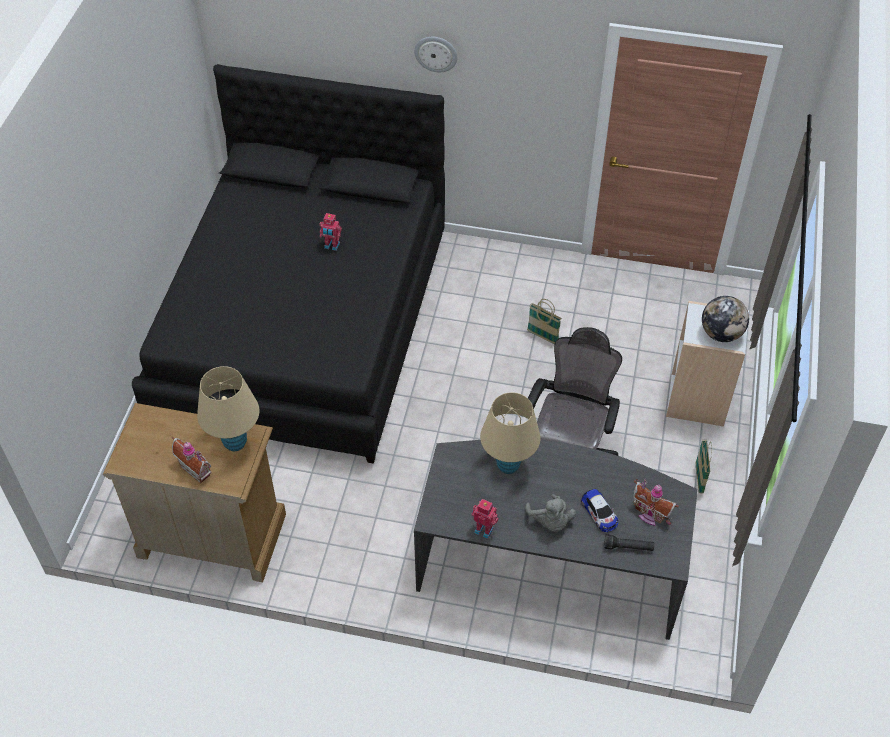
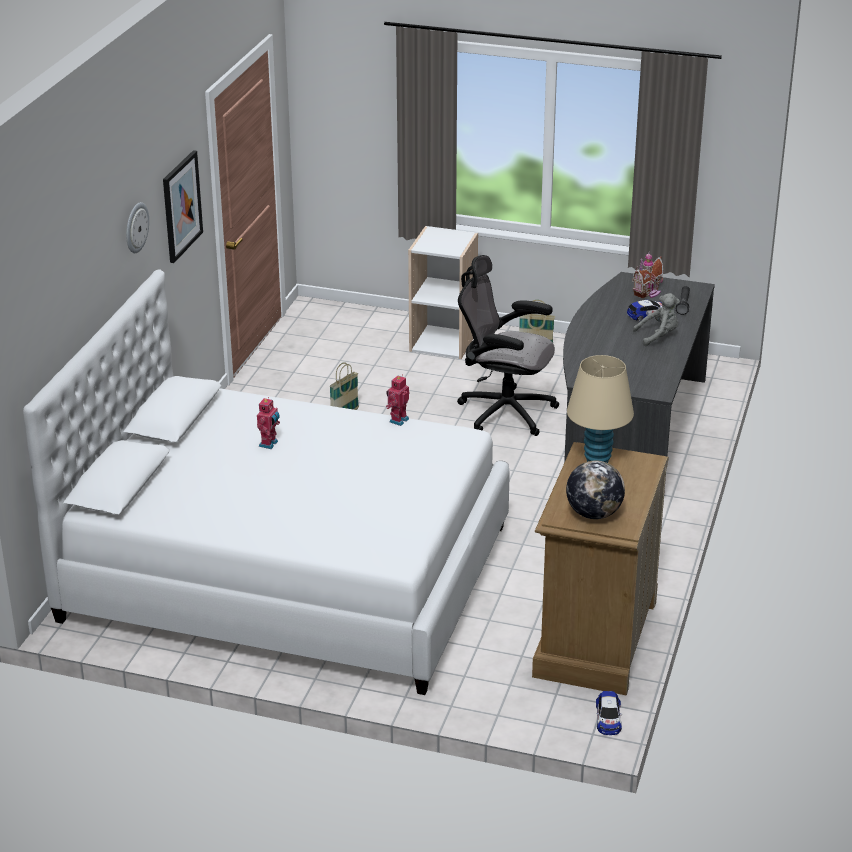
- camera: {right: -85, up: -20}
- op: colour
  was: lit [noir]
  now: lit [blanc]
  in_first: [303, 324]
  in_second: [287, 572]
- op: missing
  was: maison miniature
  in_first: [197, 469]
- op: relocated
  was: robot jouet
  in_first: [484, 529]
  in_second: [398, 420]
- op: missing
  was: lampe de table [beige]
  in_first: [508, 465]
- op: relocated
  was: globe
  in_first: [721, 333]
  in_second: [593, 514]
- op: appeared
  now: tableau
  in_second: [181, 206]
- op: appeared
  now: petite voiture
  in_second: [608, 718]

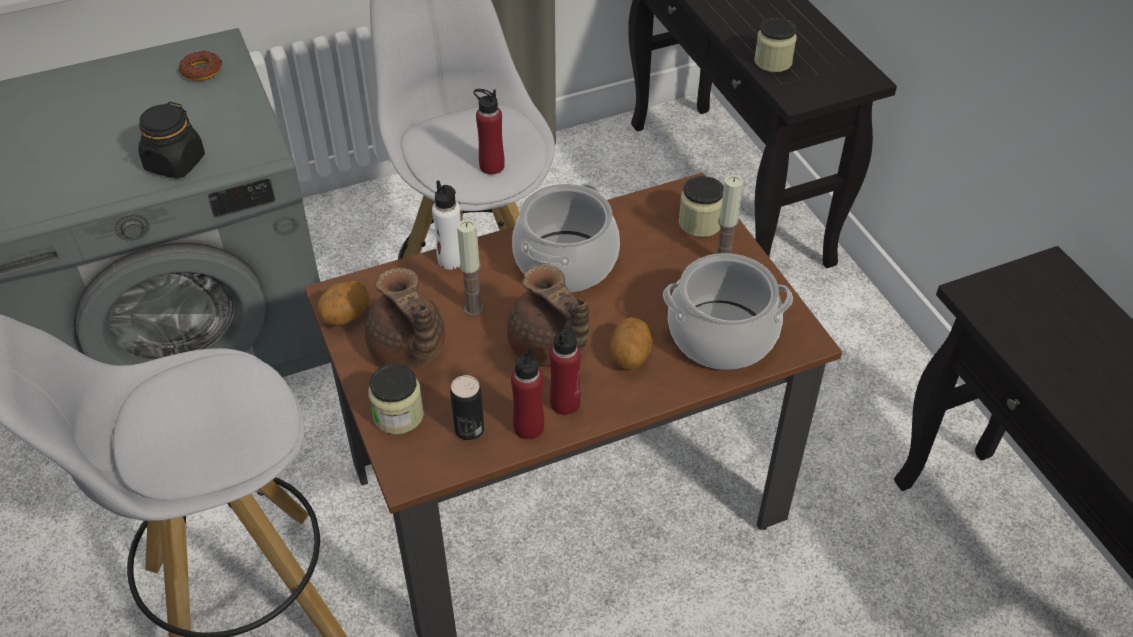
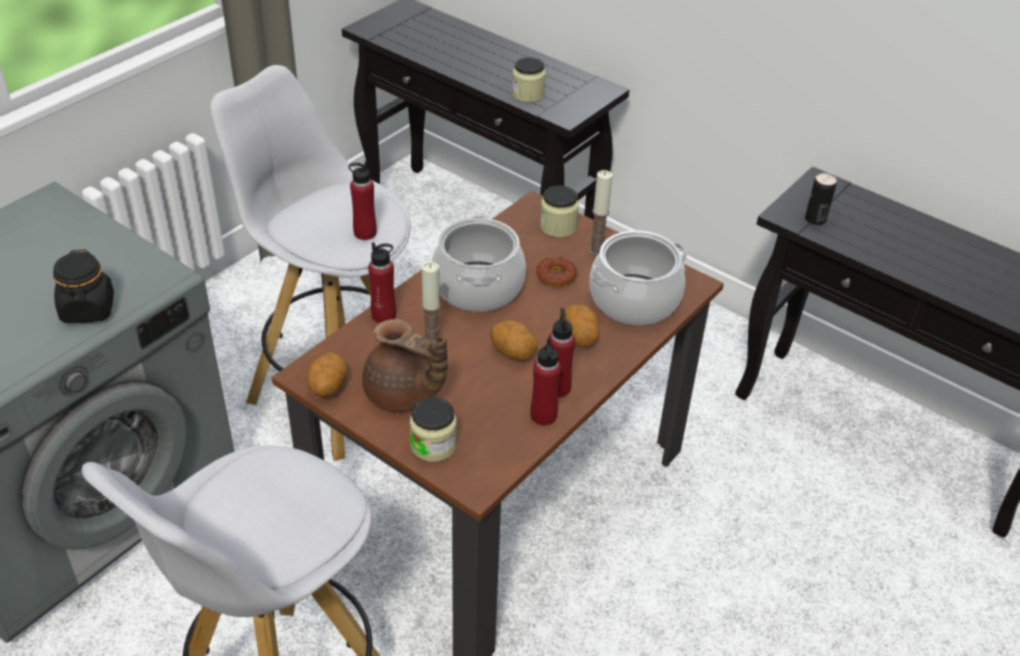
- camera: {right: -30, up: -5}
- op: relocated
  was: beignet
  in_first: [202, 70]
  in_second: [556, 276]
- op: colour
  was: bouteille [blanc]
  now: bouteille [rouge]
  in_first: [451, 260]
  in_second: [384, 315]
- op: relocated
  was: boîte métallique
  in_first: [469, 429]
  in_second: [815, 219]
- op: exchanged
  was: théière [marron]
  now: pomme de terre
  in_first: [549, 347]
  in_second: [513, 353]

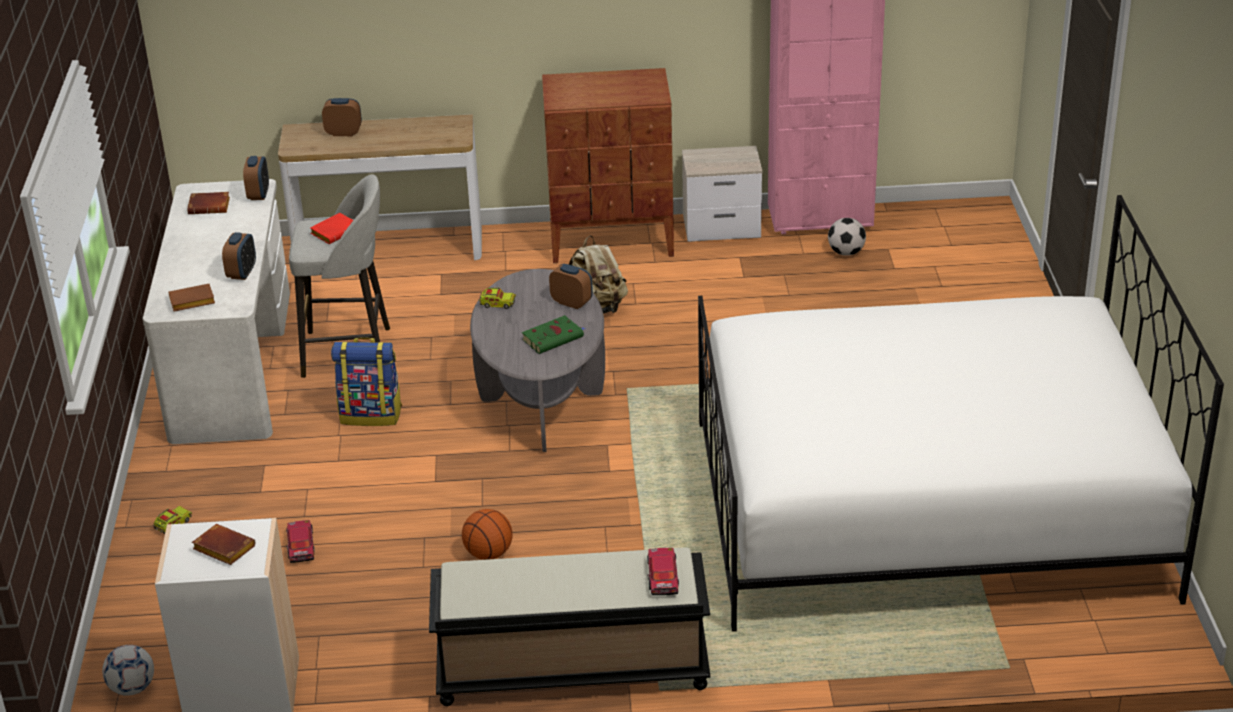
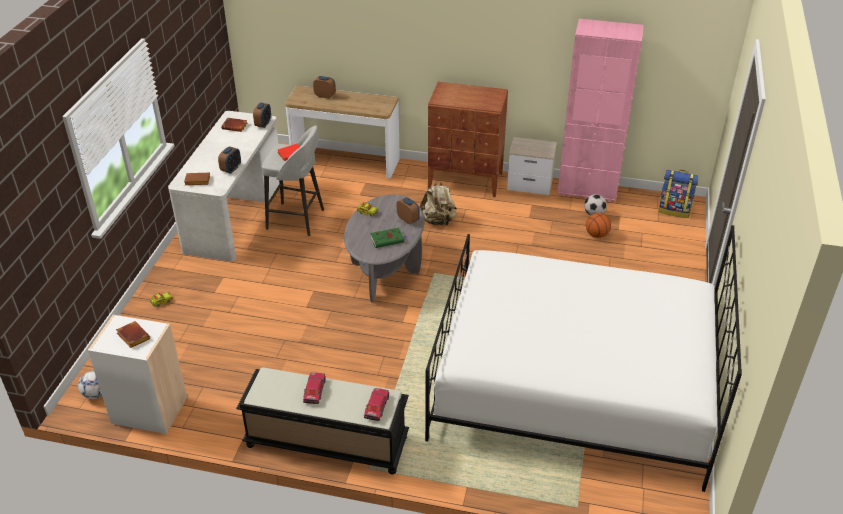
- camera: {right: 15, up: 5}
- op: relocated
  was: petite voiture
  in_first: [300, 547]
  in_second: [314, 391]
- op: relocated
  was: sac à dos
  in_first: [371, 414]
  in_second: [674, 210]
- op: relocated
  was: ballon de basket
  in_first: [488, 554]
  in_second: [596, 235]

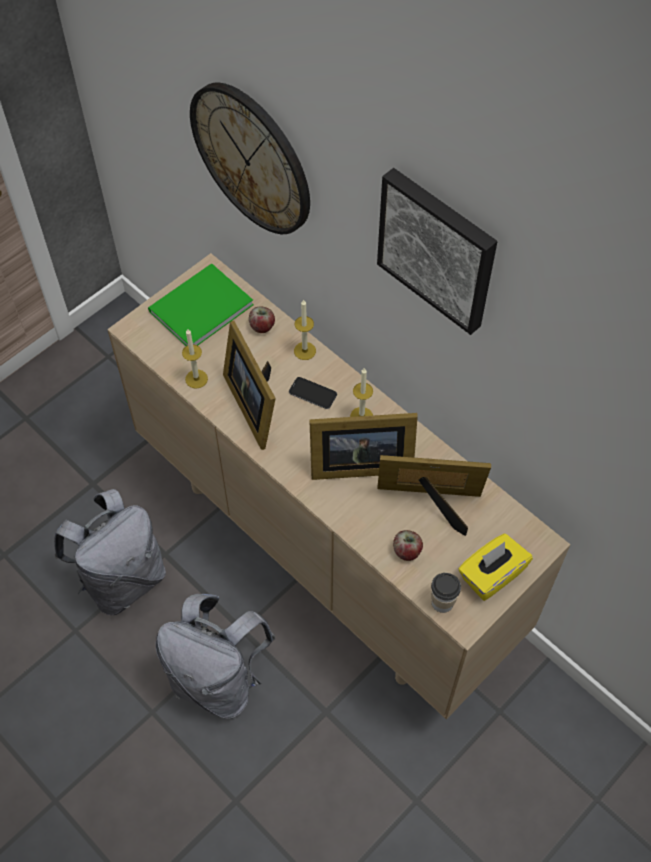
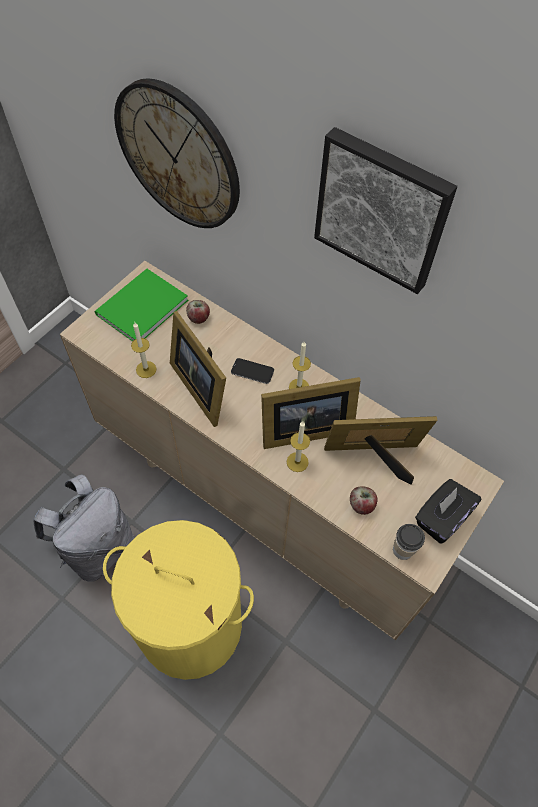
- camera: {right: -10, up: 0}
- op: exchanged
  was: sac à dos [gris]
  now: panier à linge [jaune]
  in_first: [219, 678]
  in_second: [191, 624]
- op: relocated
  was: bougie
  in_first: [304, 351]
  in_second: [297, 462]
- op: colour
  was: boîte à mouchoirs [jaune]
  now: boîte à mouchoirs [noir]
  in_first: [491, 575]
  in_second: [441, 518]

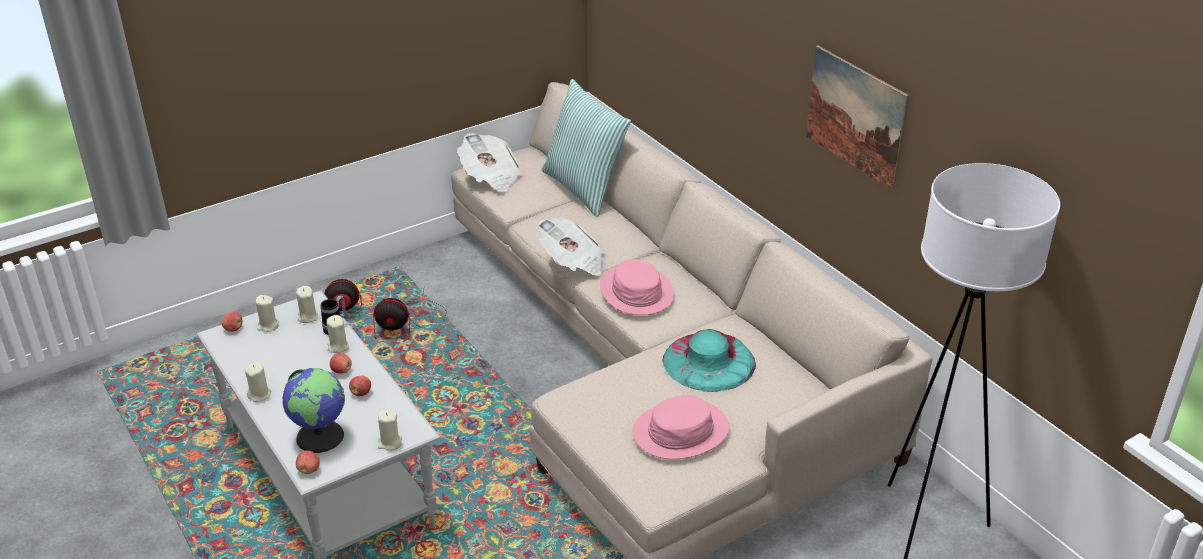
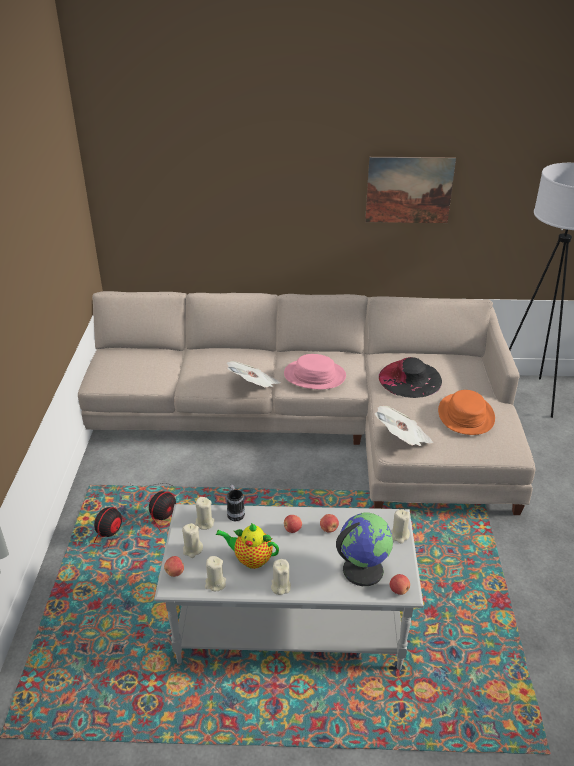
- camera: {right: -55, up: 0}
- op: relocated
  was: bougie [beige]
  in_first: [338, 346]
  in_second: [215, 583]
- op: relocated
  was: journal
  in_first: [490, 177]
  in_second: [402, 439]
- op: missing
  was: coussin
  in_first: [584, 189]
- op: colour
  was: chapeau [rose]
  now: chapeau [orange]
  in_first: [680, 431]
  in_second: [465, 415]
- op: colour
  was: chapeau [turquoise]
  now: chapeau [noir]
  in_first: [709, 361]
  in_second: [410, 379]
- op: appeared
  now: théière
  in_second: [251, 559]

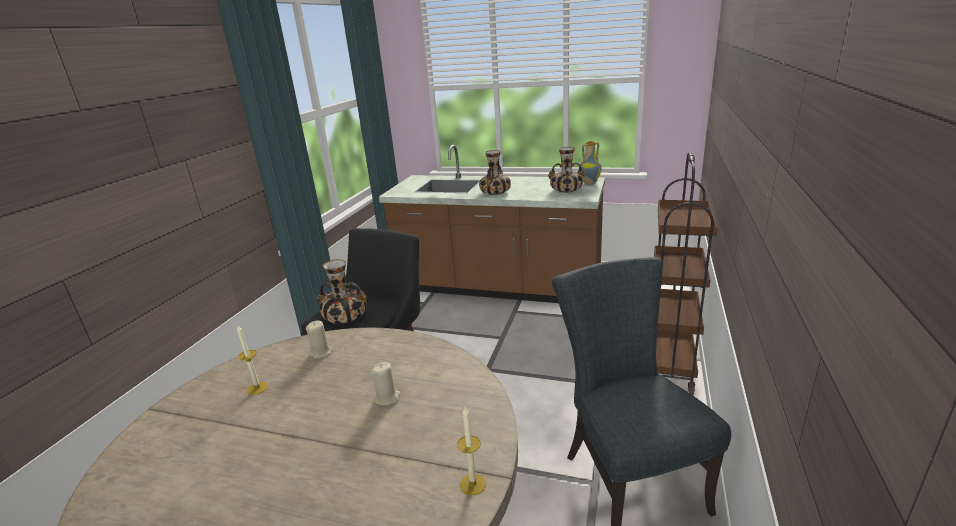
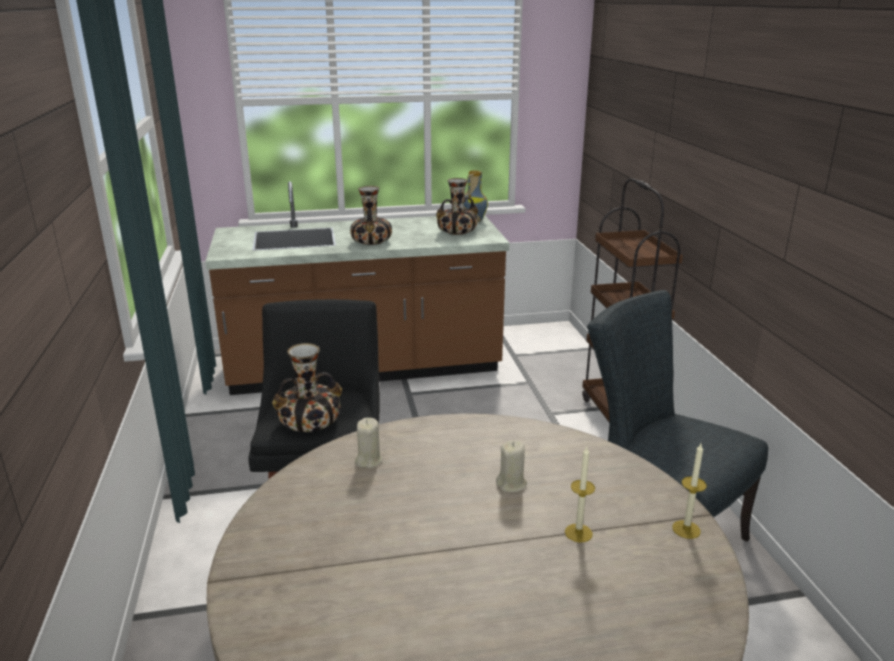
- camera: {right: -30, up: 0}
- op: relocated
  was: bougie
  in_first: [257, 388]
  in_second: [578, 533]

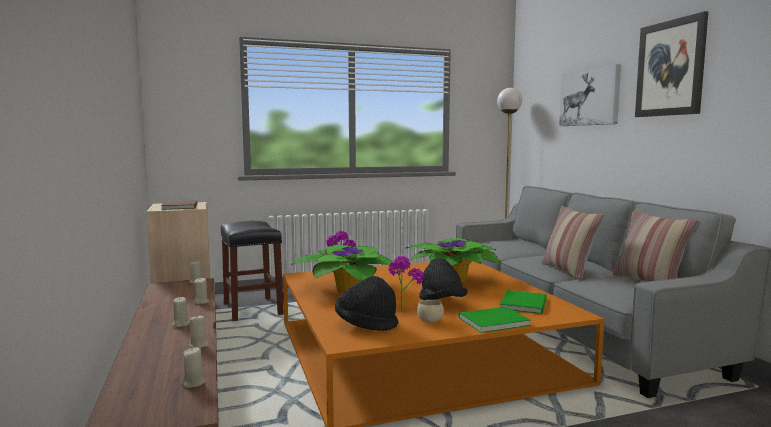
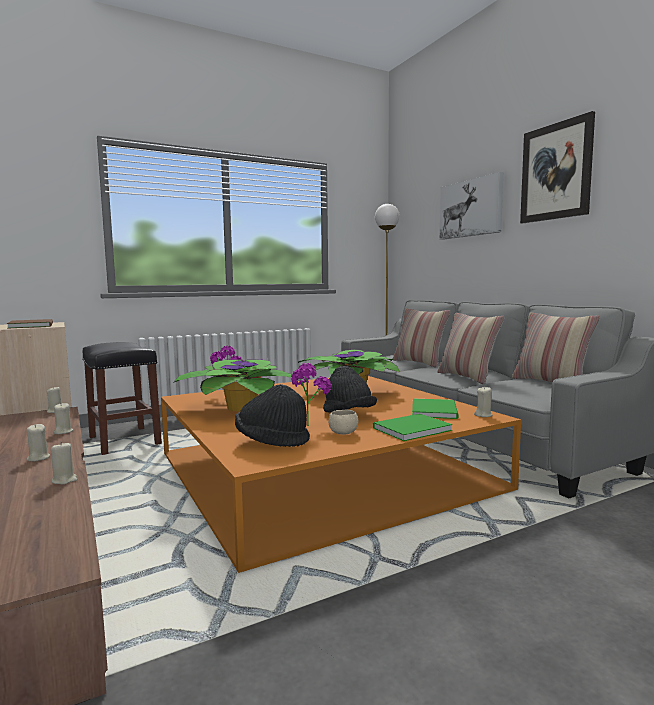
- camera: {right: -10, up: 0}
- op: relocated
  was: bougie [beige]
  in_first: [194, 383]
  in_second: [483, 415]
- op: appeared
  now: coussin
  in_second: [419, 363]

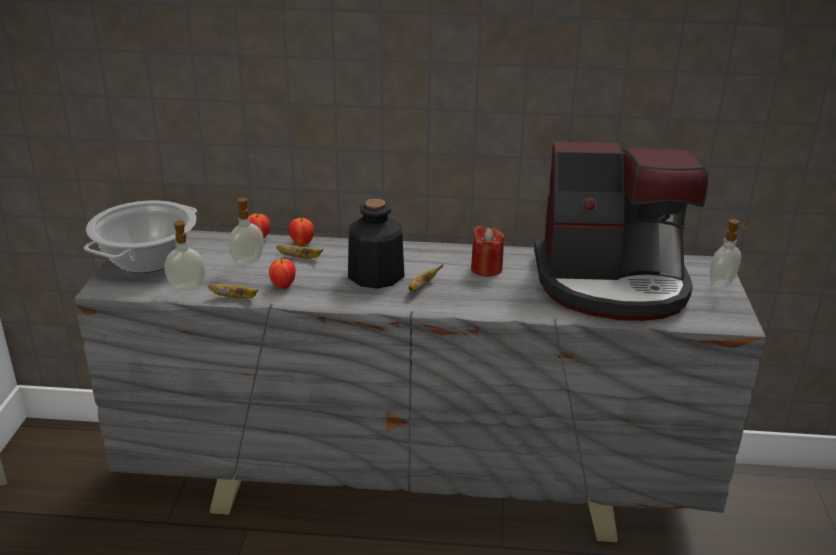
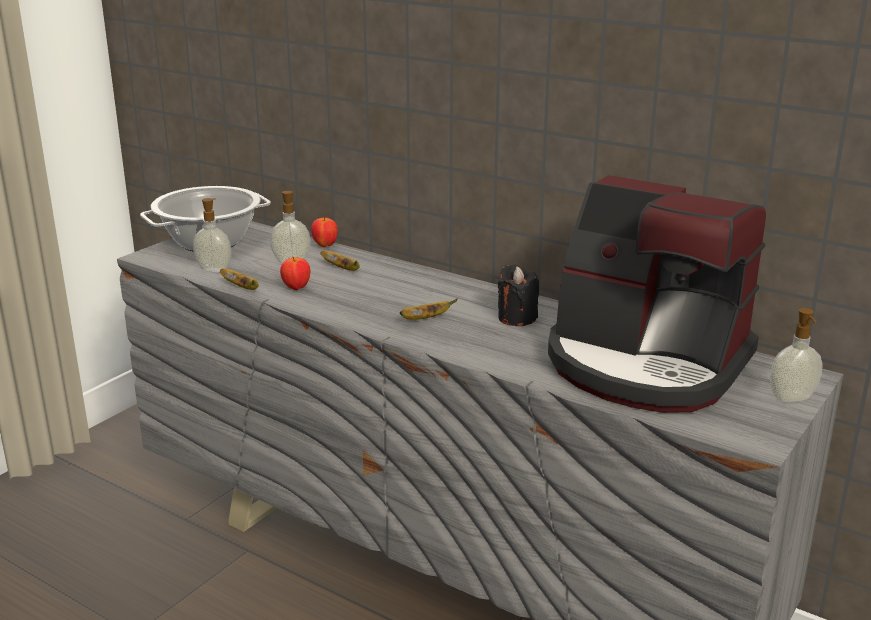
- camera: {right: 30, up: -5}
- op: missing
  was: pomme
  in_first: [302, 243]
- op: missing
  was: bouteille
  in_first: [375, 275]
- op: colour
  was: bougie [rouge]
  now: bougie [noir]
  in_first: [486, 269]
  in_second: [517, 318]

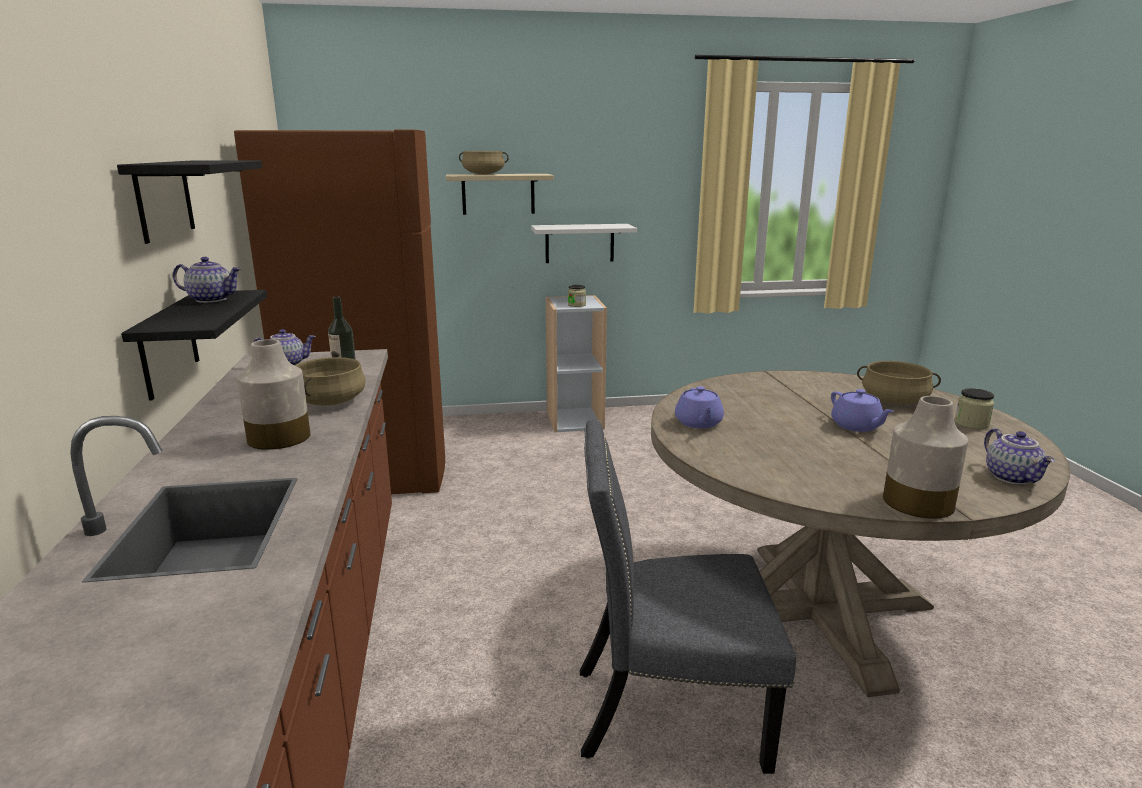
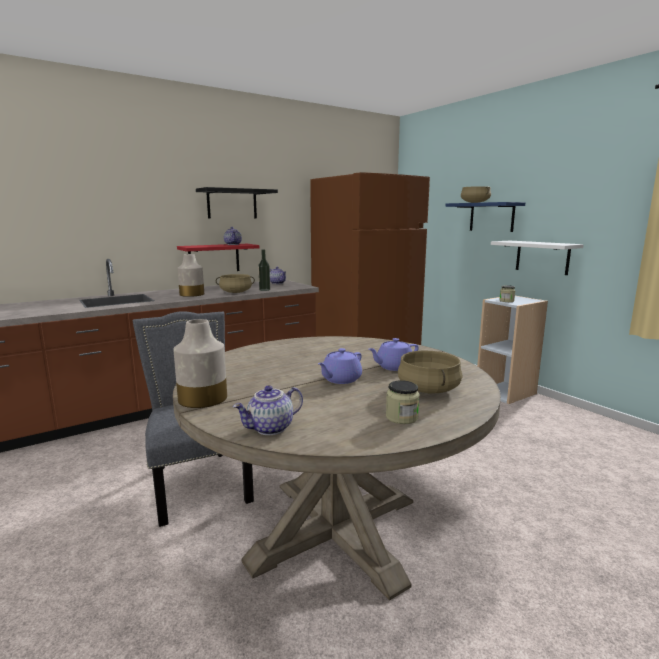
- camera: {right: 65, up: -5}
- op: colour
  was: étagère [noir]
  now: étagère [rouge]
  in_first: [168, 344]
  in_second: [214, 258]
- op: colour
  was: étagère [beige]
  now: étagère [bleu]
  in_first: [498, 194]
  in_second: [491, 217]
- op: relocated
  was: théière [violet]
  in_first: [698, 423]
  in_second: [393, 367]

